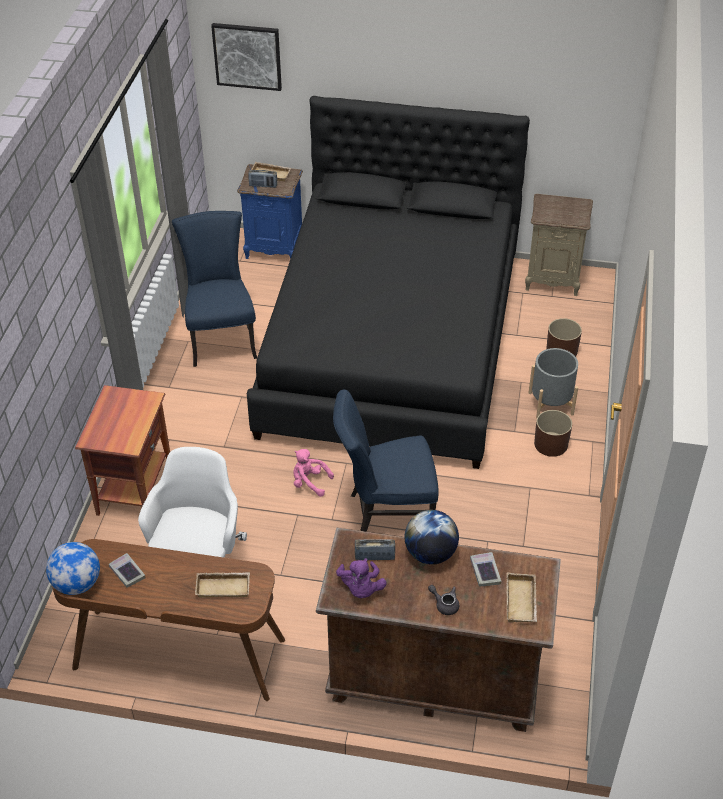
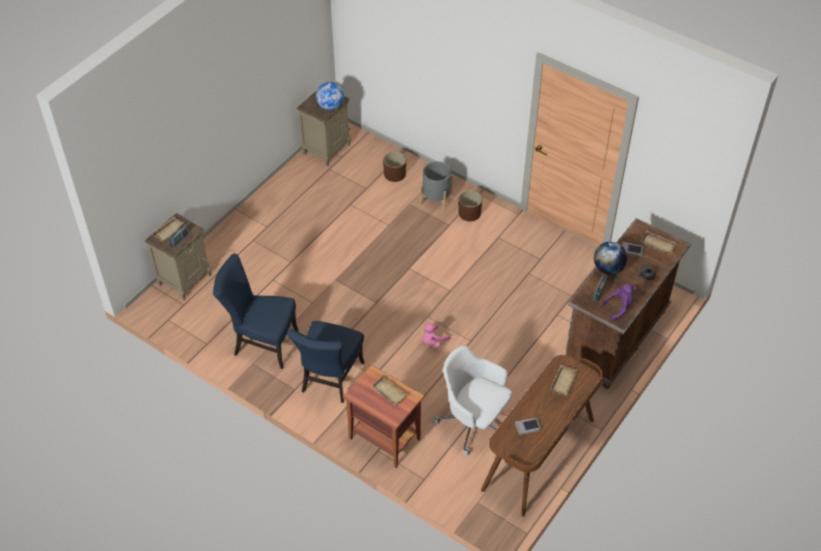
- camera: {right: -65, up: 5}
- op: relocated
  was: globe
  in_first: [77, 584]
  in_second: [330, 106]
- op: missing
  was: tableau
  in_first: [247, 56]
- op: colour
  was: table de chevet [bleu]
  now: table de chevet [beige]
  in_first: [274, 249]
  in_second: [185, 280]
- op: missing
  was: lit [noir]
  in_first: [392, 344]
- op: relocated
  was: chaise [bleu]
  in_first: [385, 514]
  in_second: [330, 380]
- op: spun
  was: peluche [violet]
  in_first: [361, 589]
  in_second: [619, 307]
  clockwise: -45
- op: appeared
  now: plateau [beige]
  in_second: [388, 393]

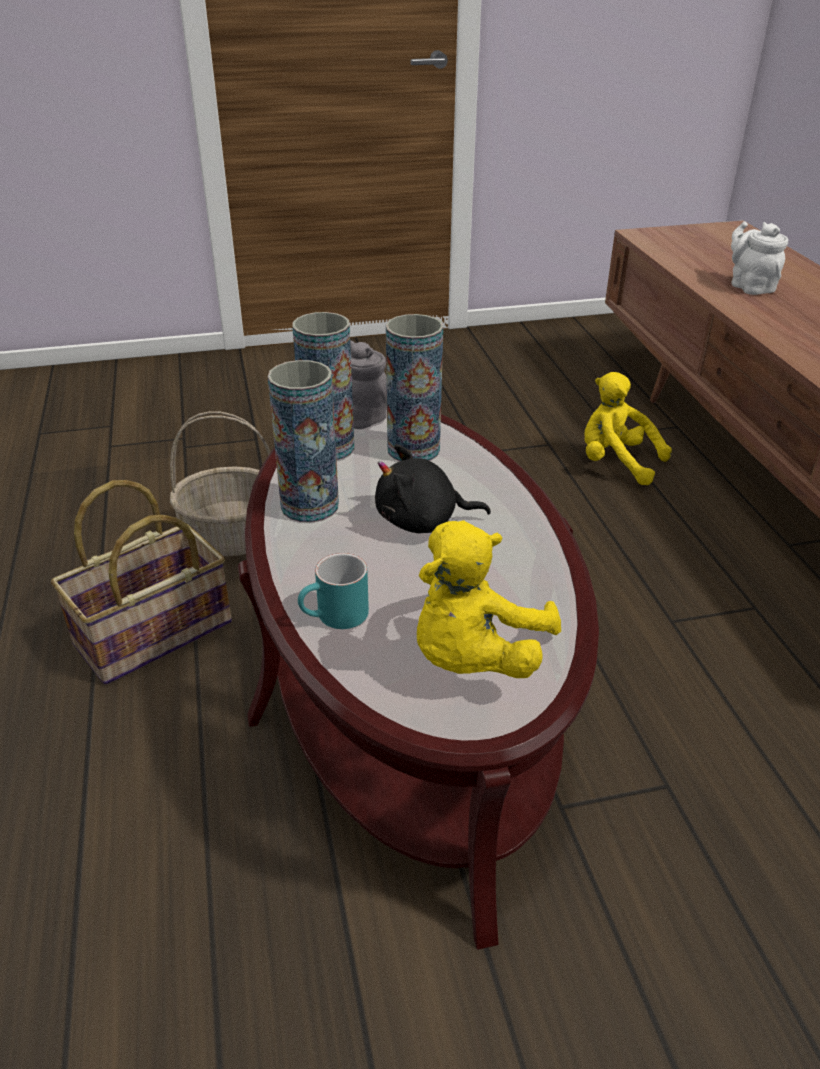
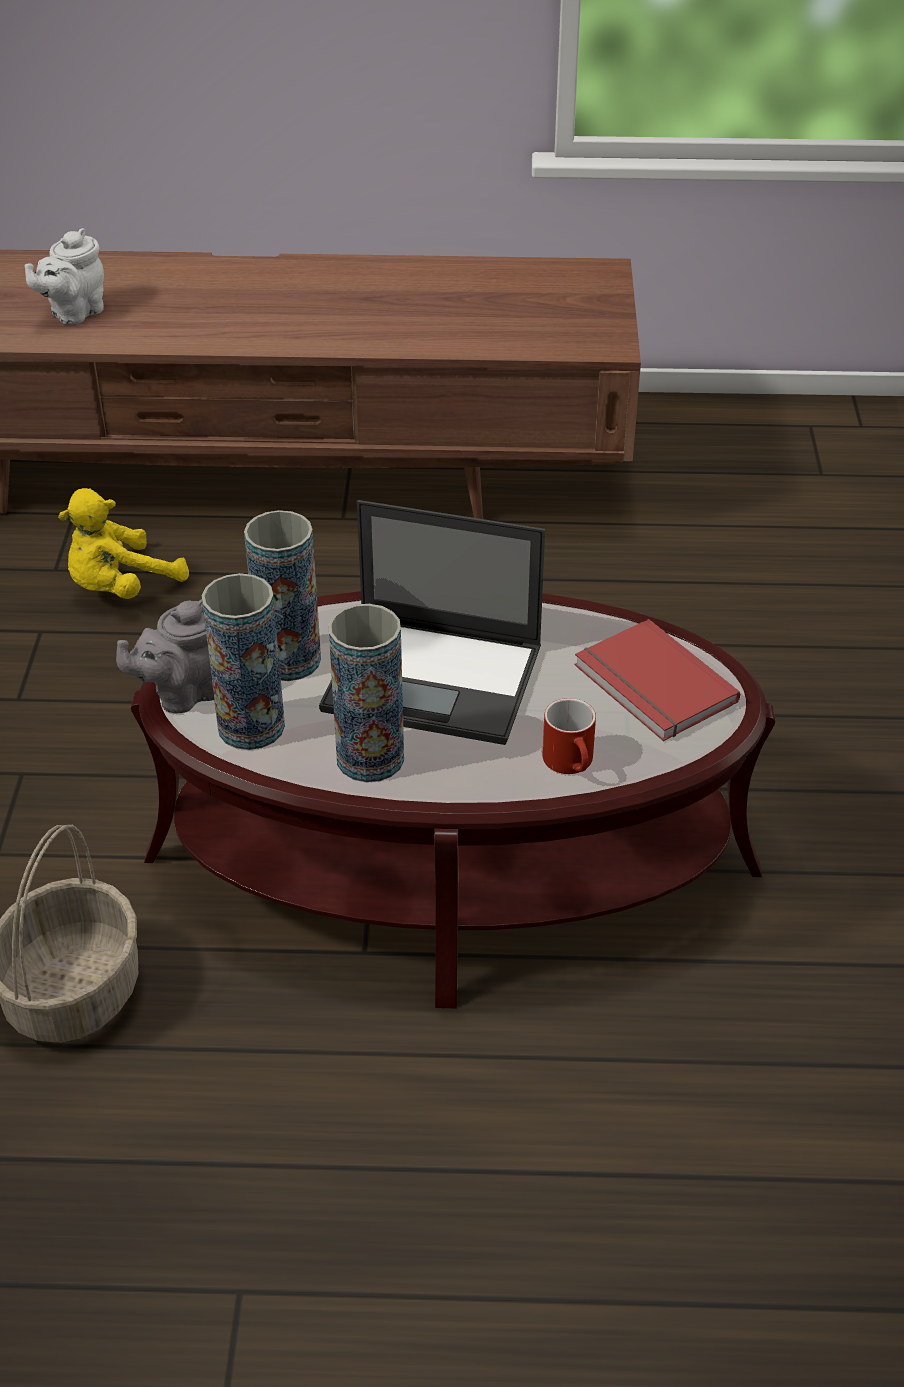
- camera: {right: -75, up: 5}
- op: missing
  was: panier
  in_first: [154, 635]
- op: colour
  was: mug [turquoise]
  now: mug [rouge]
  in_first: [335, 617]
  in_second: [573, 763]
- op: exchanged
  was: peluche [noir]
  now: ordinateur portable
  in_first: [423, 521]
  in_second: [435, 679]
- op: exchanged
  was: peluche [jaune]
  now: livre [rouge]
  in_first: [474, 657]
  in_second: [652, 686]
- op: spun
  was: théière [blanc]
  in_first: [749, 286]
  in_second: [73, 313]
  clockwise: -45

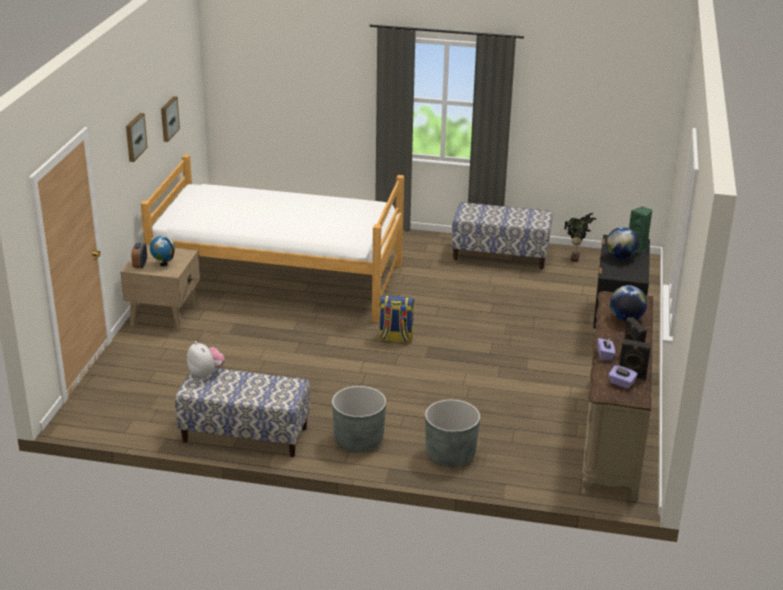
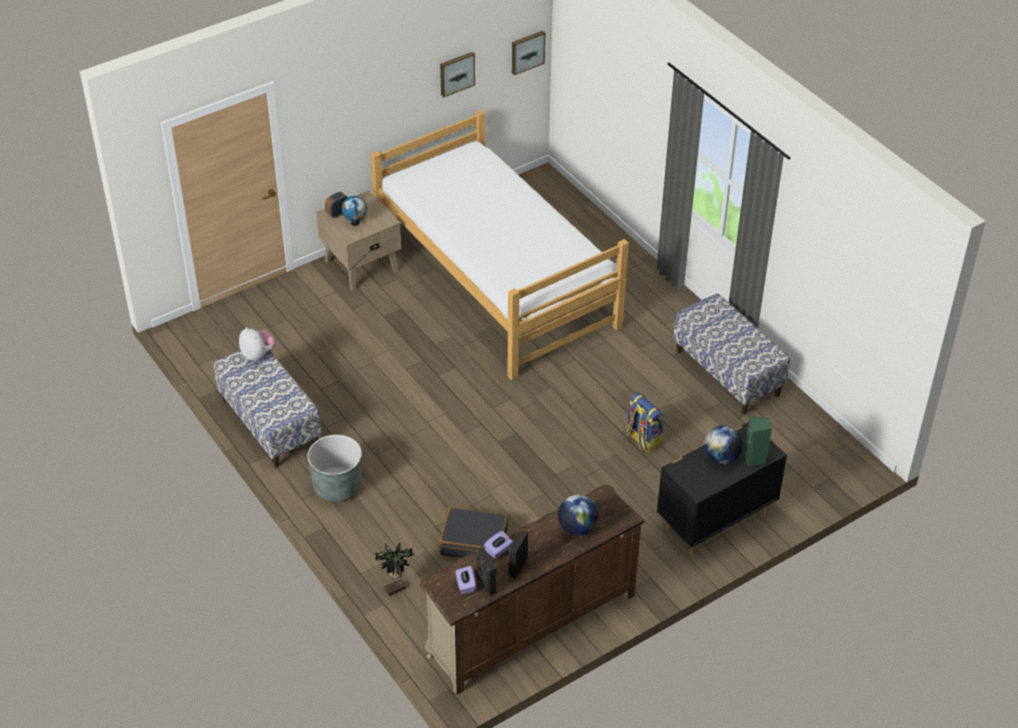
- camera: {right: 45, up: 15}
- op: relocated
  was: tableau
  in_first: [134, 137]
  in_second: [527, 51]
- op: spun
  was: peluche
  in_first: [206, 374]
  in_second: [258, 355]
  clockwise: -45
- op: relocated
  was: sac à dos
  in_first: [395, 338]
  in_second: [642, 439]
- op: missing
  was: cache-pot [gris]
  in_first: [450, 455]
- op: relocated
  was: plante en pot
  in_first: [576, 258]
  in_second: [396, 589]
- op: appeared
  now: valise [noir]
  in_second: [474, 541]

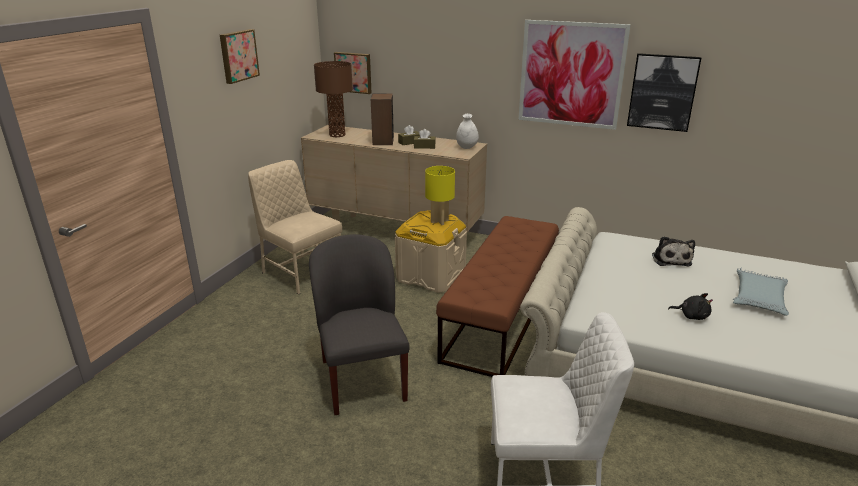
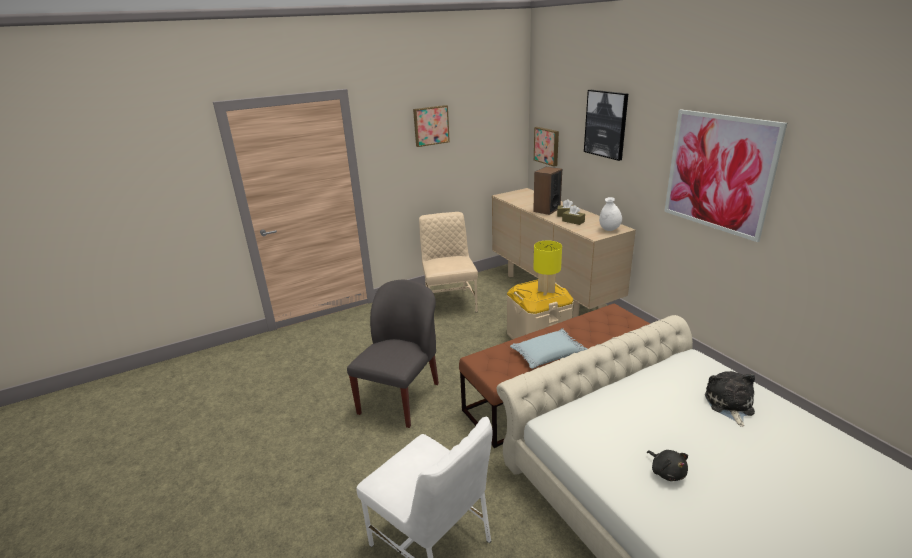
- camera: {right: 40, up: 0}
- op: missing
  was: lampe de table [marron]
  in_first: [337, 135]
- op: relocated
  was: tableau
  in_first: [662, 92]
  in_second: [606, 124]
- op: spun
  was: peluche
  in_first: [670, 259]
  in_second: [729, 405]
  clockwise: 150
- op: relocated
  was: coussin [bleu]
  in_first: [759, 296]
  in_second: [548, 352]

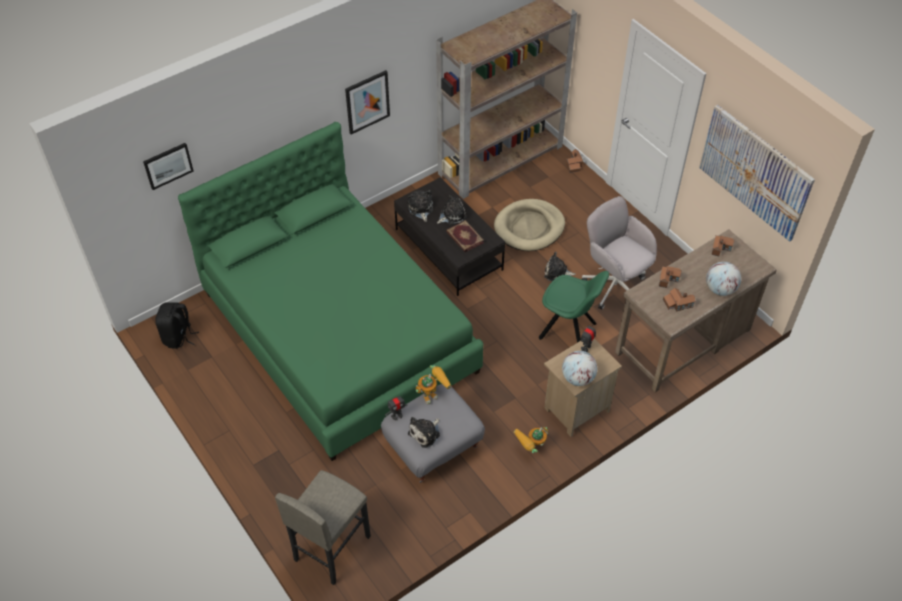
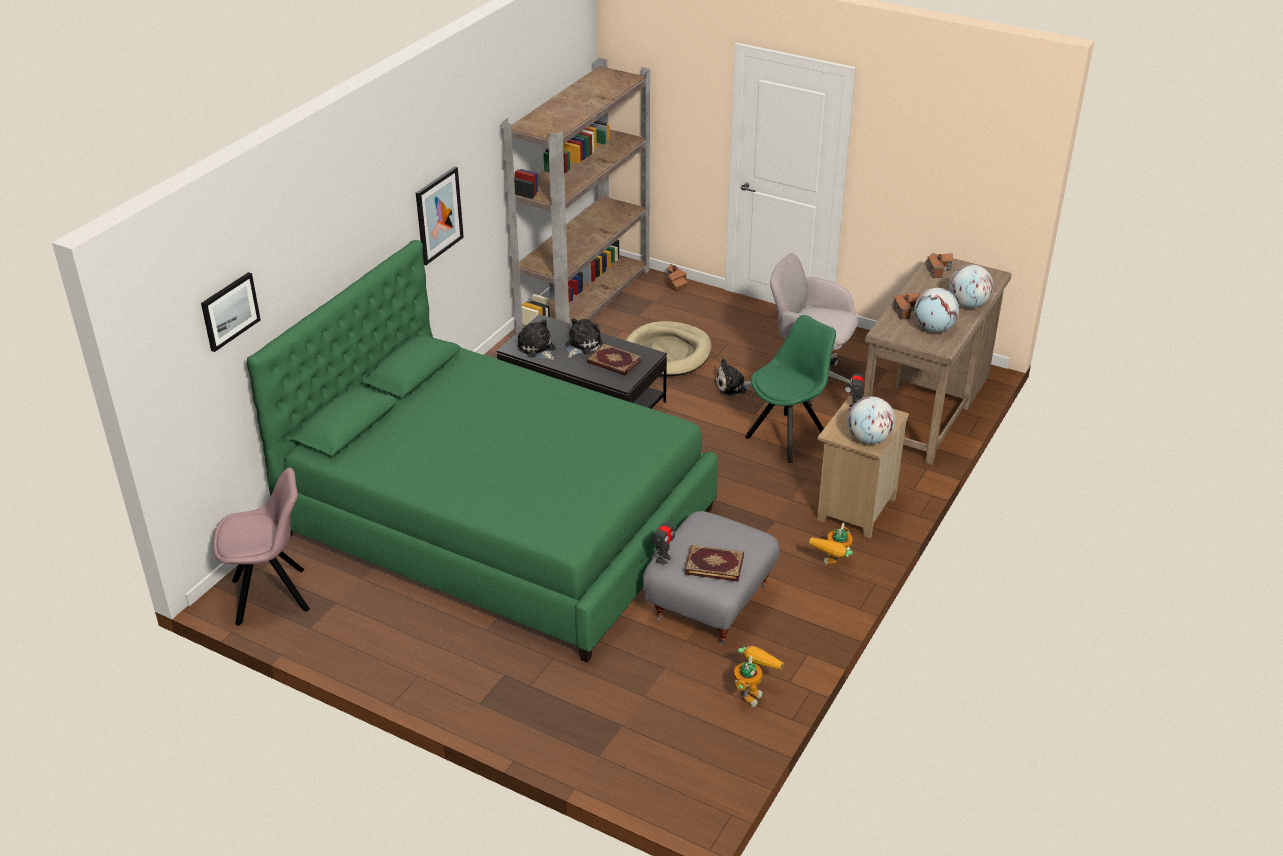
- camera: {right: -25, up: -15}
- op: exchanged
  was: sac à dos [noir]
  now: chaise [rose]
  in_first: [178, 337]
  in_second: [271, 596]
- op: missing
  was: tabouret [gris]
  in_first: [331, 548]
- op: exchanged
  was: peluche
  now: livre
  in_first: [425, 433]
  in_second: [714, 564]
- op: relocated
  was: robot jouet
  in_first: [433, 393]
  in_second: [752, 691]
- op: spun
  was: chaise [vert]
  in_first: [568, 330]
  in_second: [787, 437]
  clockwise: -45
- op: exchanged
  was: maison miniature
  now: globe
  in_first: [677, 303]
  in_second: [933, 328]
- op: missing
  was: tableau
  in_first: [755, 172]

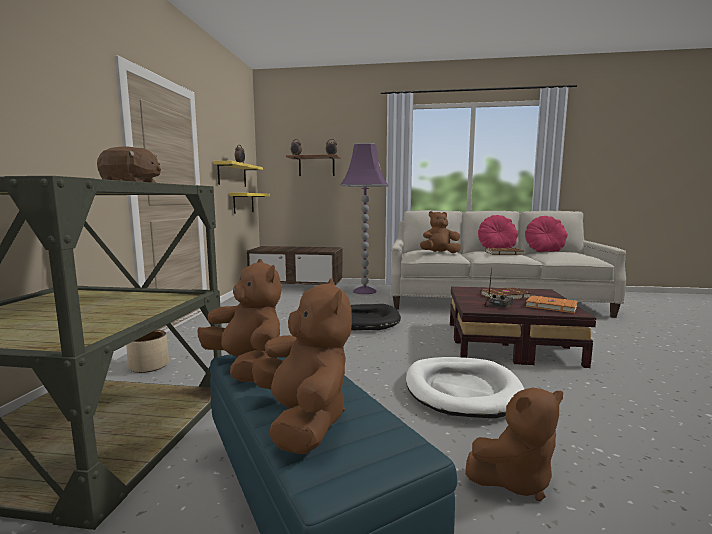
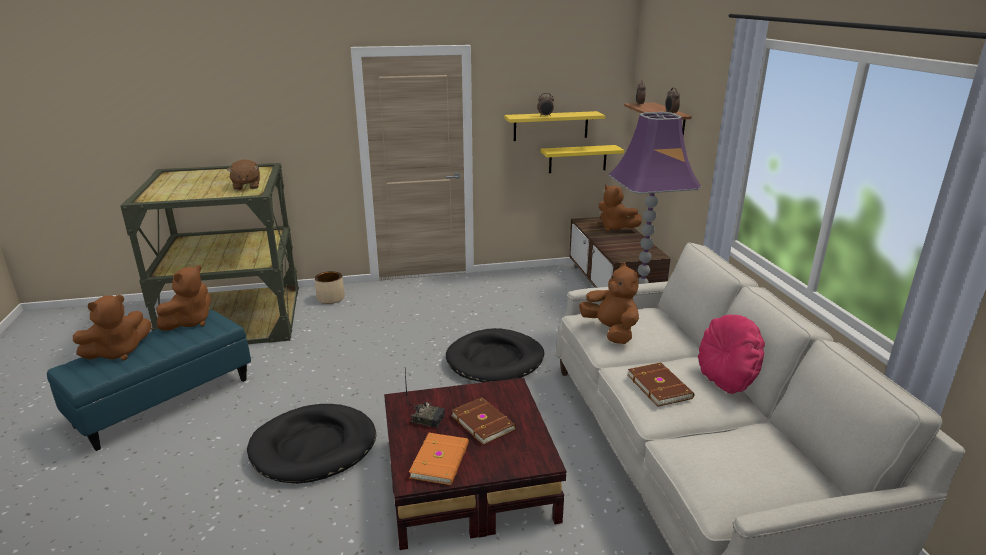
- camera: {right: 70, up: 15}
- op: colour
  was: panier pour chien [blanc]
  now: panier pour chien [noir]
  in_first: [462, 390]
  in_second: [314, 447]
- op: relocated
  was: peluche [marron]
  in_first: [514, 479]
  in_second: [615, 228]
- op: missing
  was: coussin [rose]
  in_first: [544, 251]

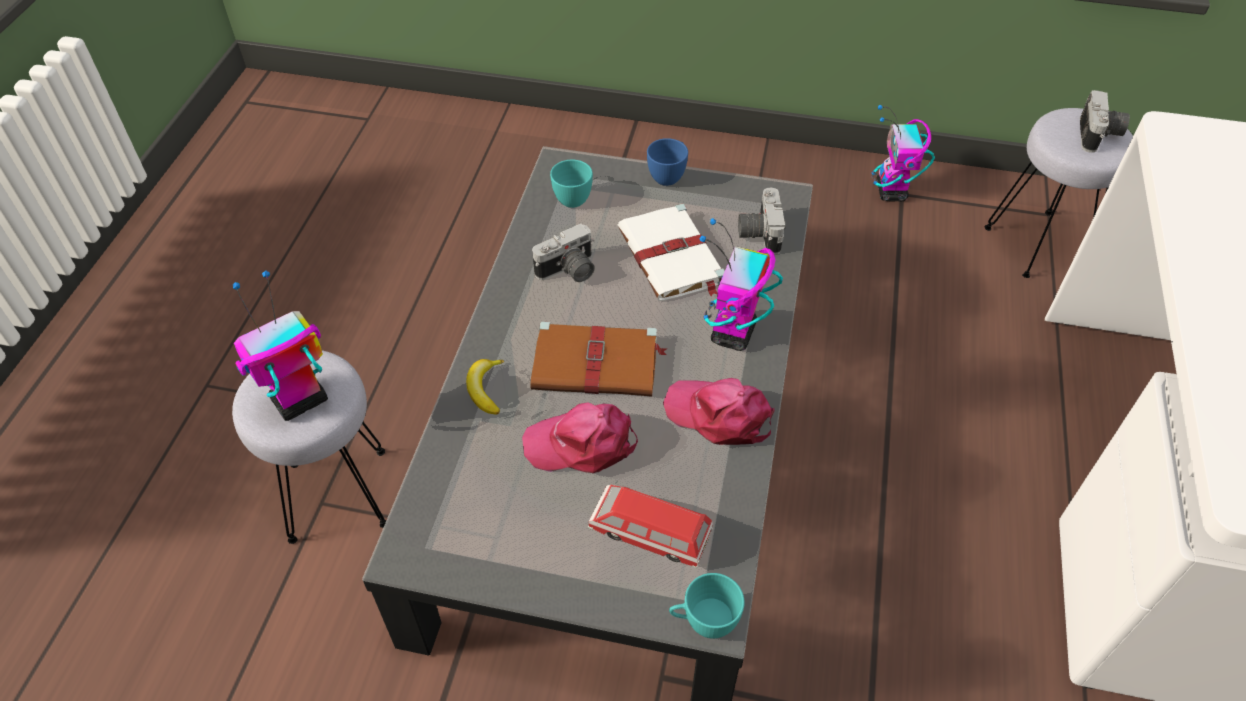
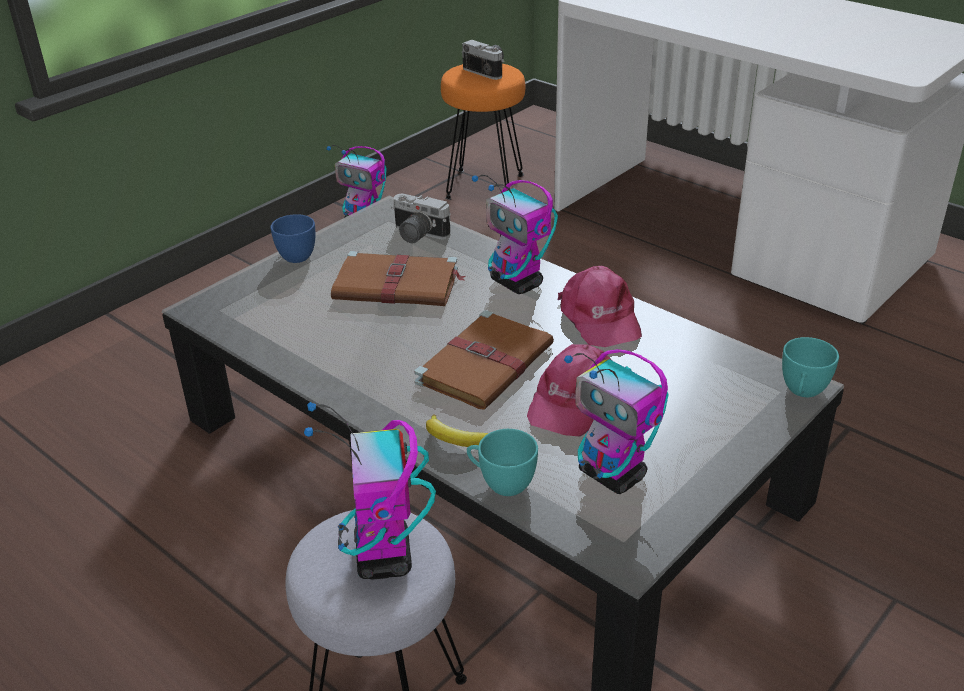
- camera: {right: -60, up: -15}
- op: missing
  was: appareil photo
  in_first: [569, 272]
- op: relocated
  was: tasse [turquoise]
  in_first: [572, 196]
  in_second: [501, 483]
- op: missing
  was: petite voiture
  in_first: [650, 533]
- op: colour
  was: livre [blanc]
  now: livre [marron]
  in_first: [671, 257]
  in_second: [398, 285]
- op: spun
  was: casquette [rose]
  in_first: [719, 415]
  in_second: [599, 318]
  clockwise: -75
- op: colour
  was: tabouret [gris]
  now: tabouret [orange]
  in_first: [1039, 244]
  in_second: [485, 186]
- op: appeared
  now: robot jouet
  in_second: [613, 475]

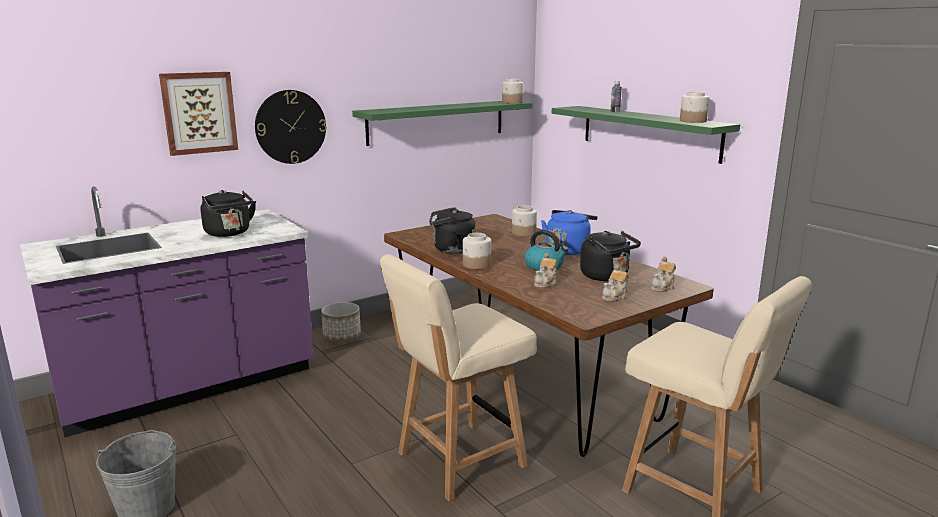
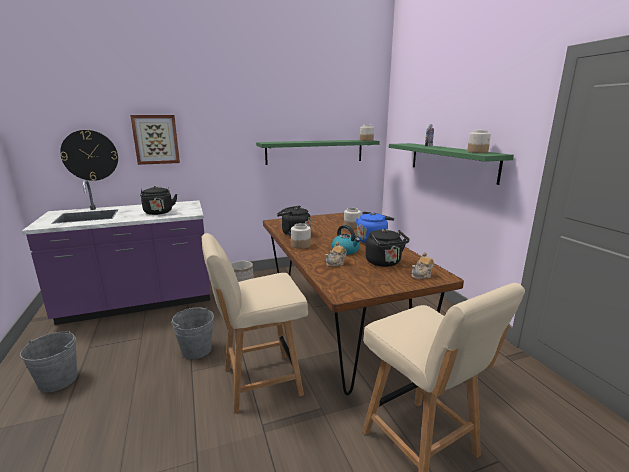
- camera: {right: 15, up: 0}
- op: relocated
  was: horloge murale
  in_first: [290, 127]
  in_second: [90, 155]
- op: missing
  was: théière
  in_first: [615, 297]
- op: appeared
  now: seau [gris]
  in_second: [196, 350]

